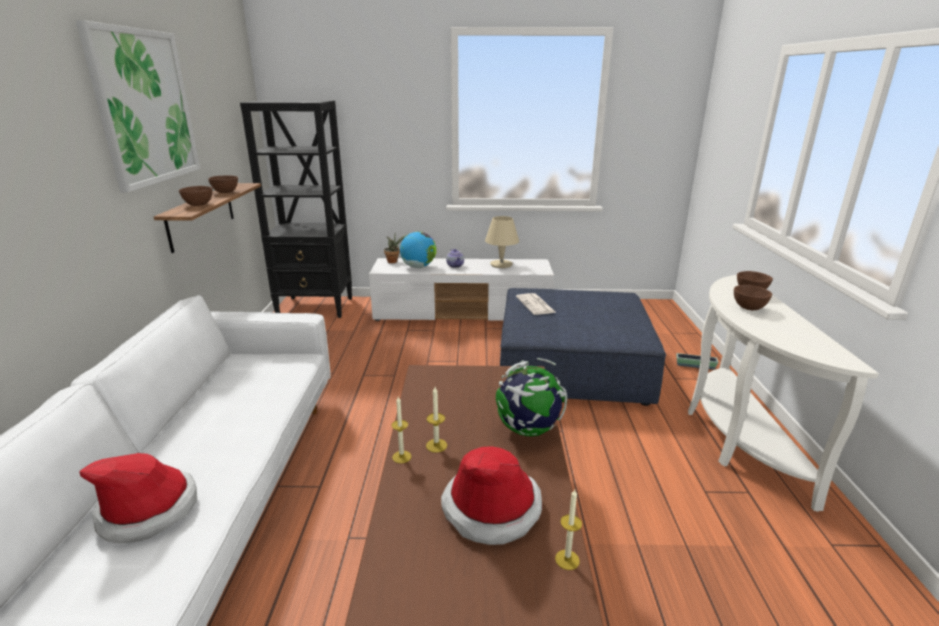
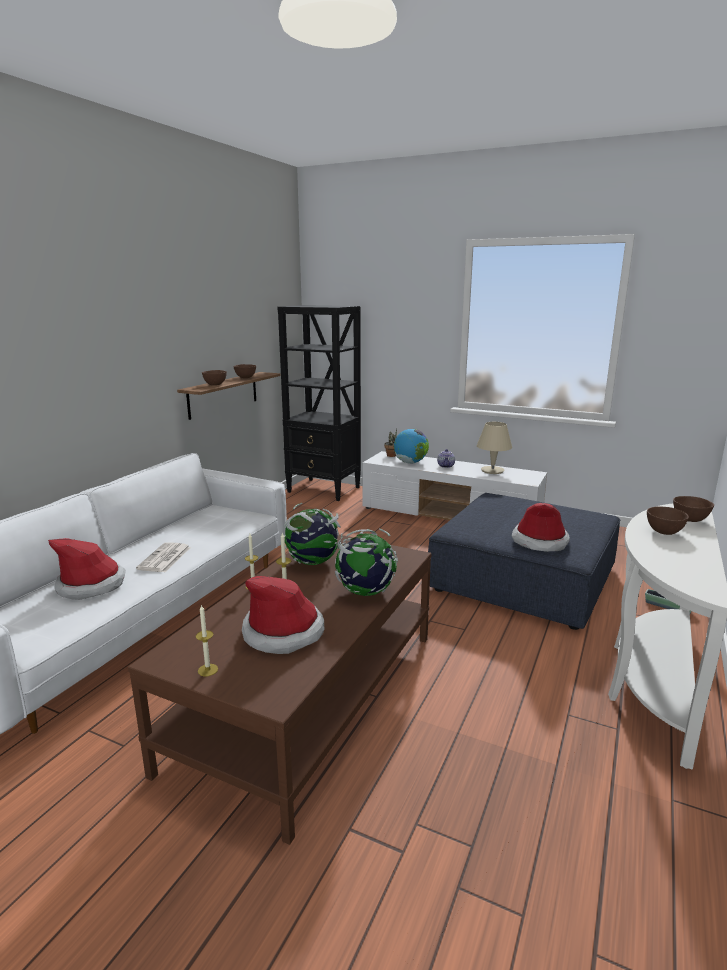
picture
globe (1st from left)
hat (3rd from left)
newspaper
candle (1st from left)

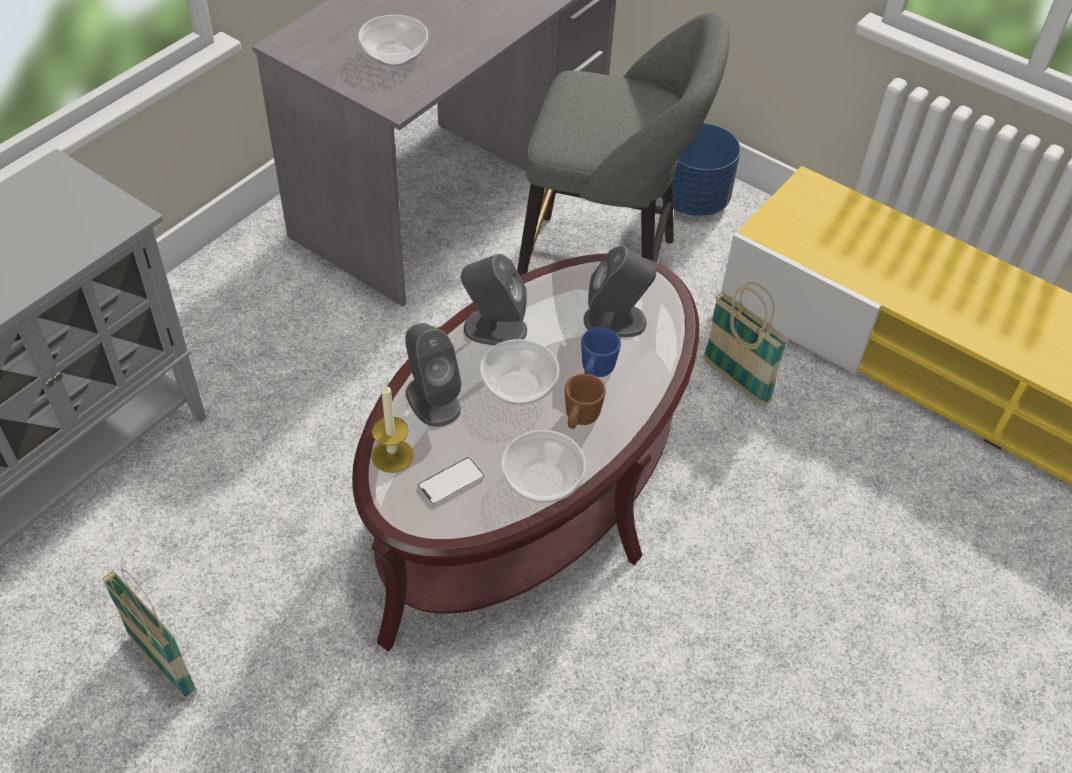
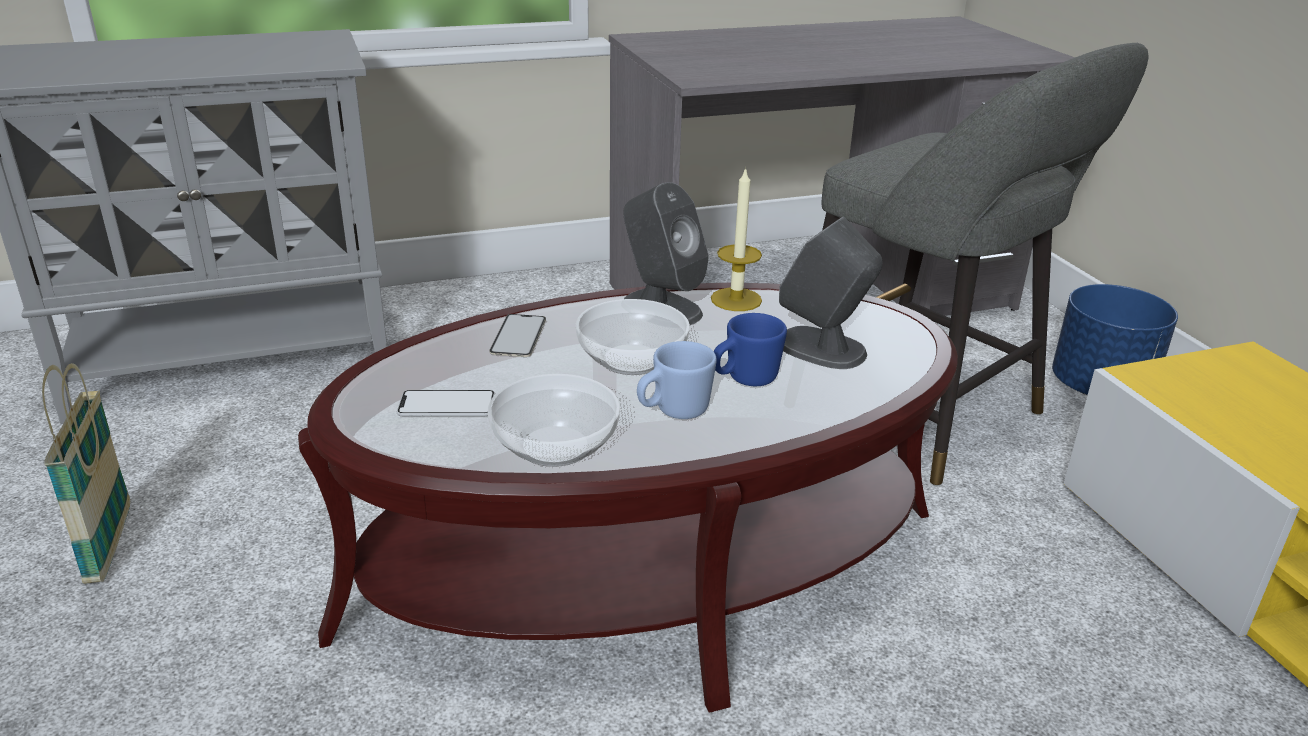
bowl (1st from left in the first image)
basket (2nd from left in the first image)
candle
phone (2nd from left)
mug in blue (1st from left)

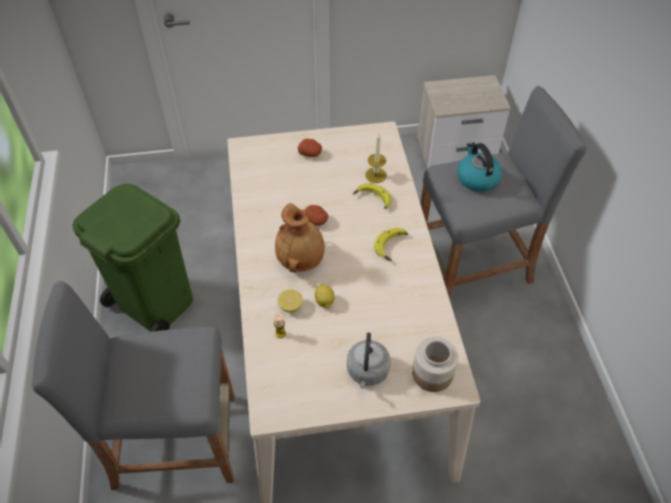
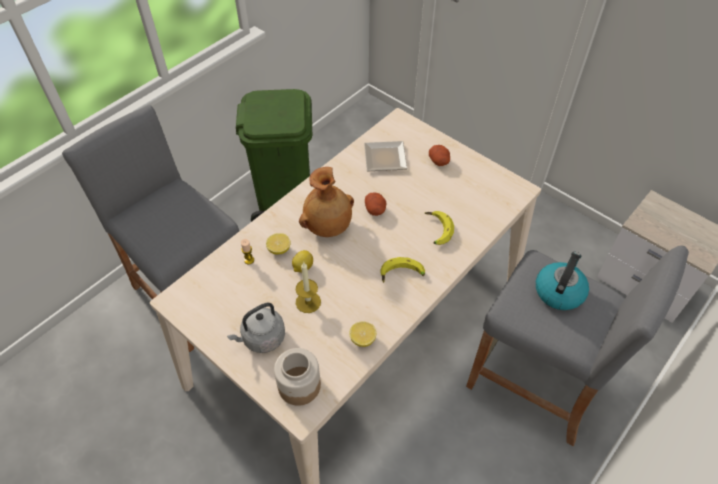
lemon (3rd from left)
plate
candle (2nd from left)

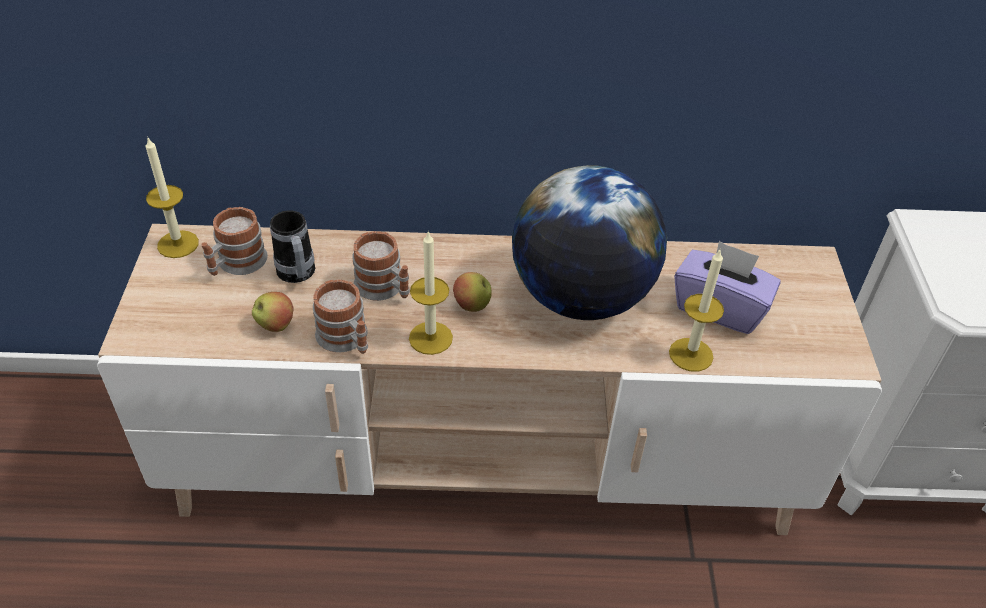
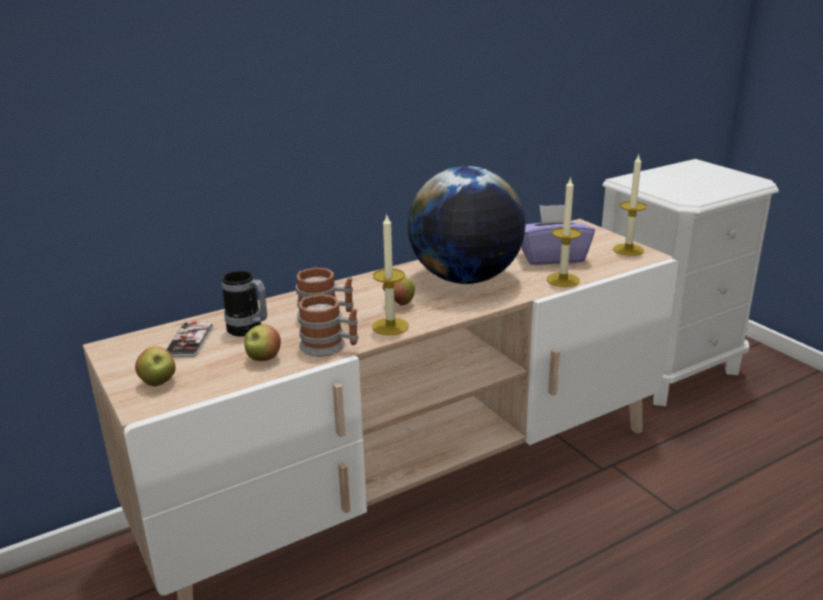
apple (1st from left)
candle (3rd from left)
phone

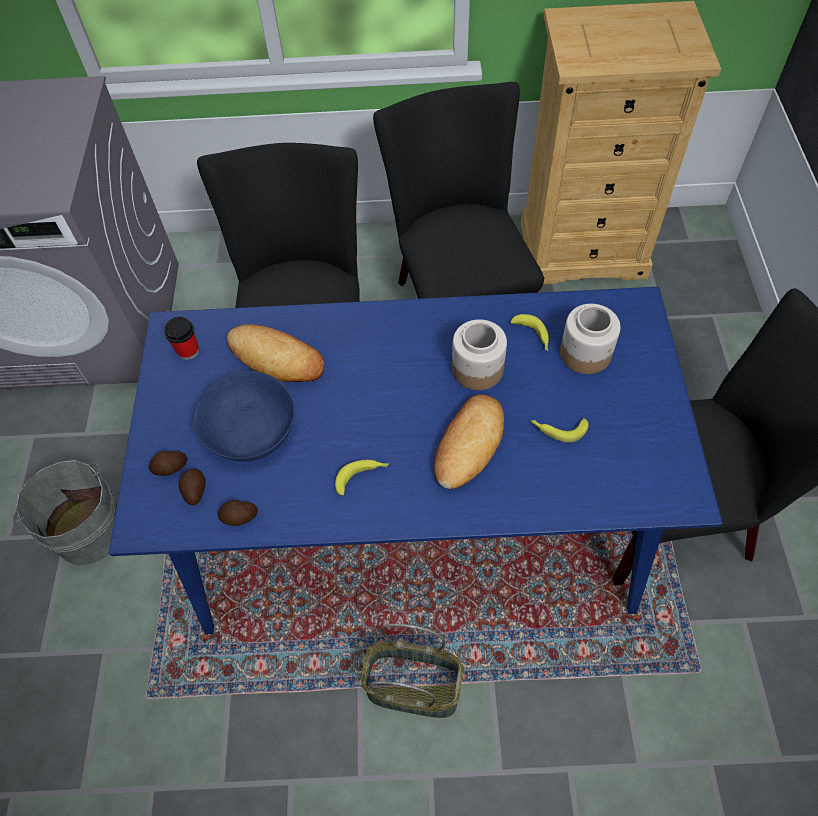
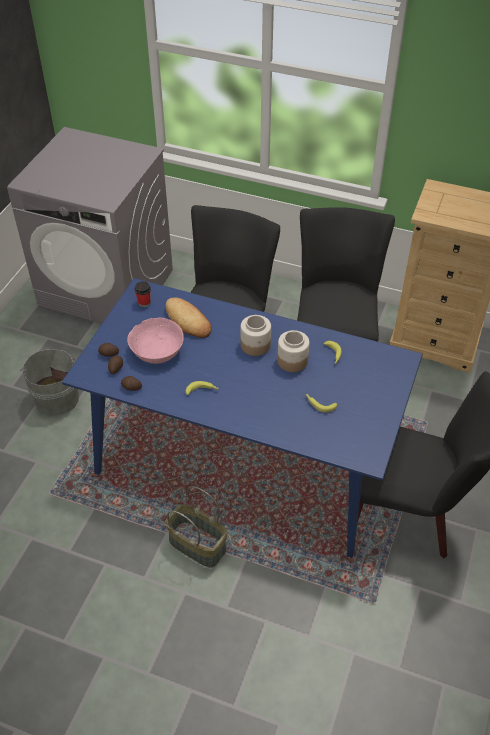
bread (2nd from left in the first image)
jar (1st from left)
bowl in pink

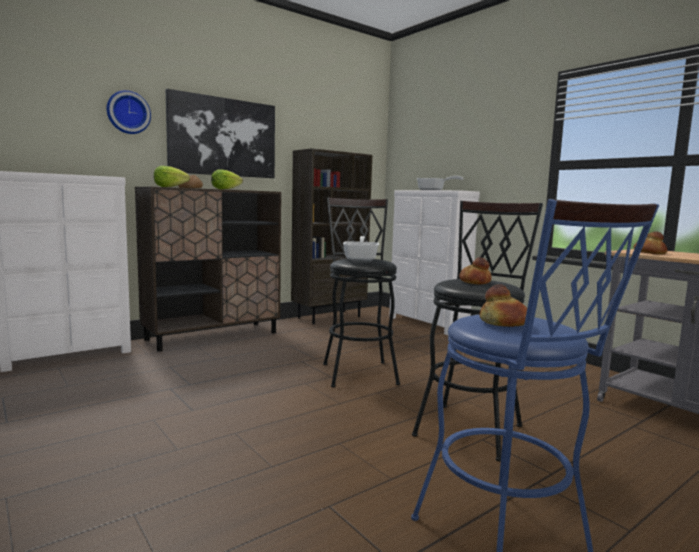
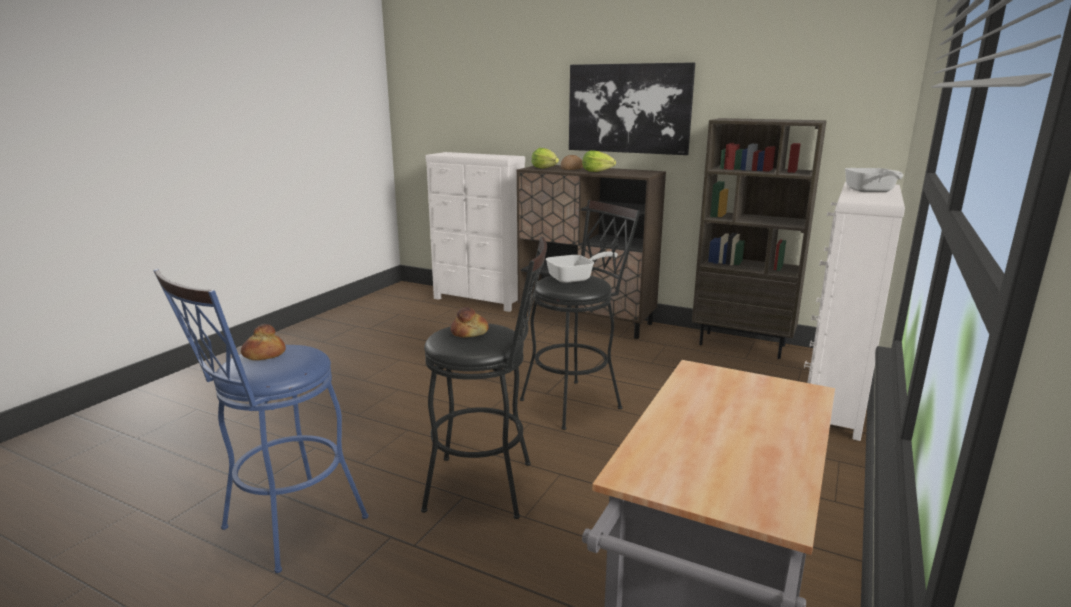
wall clock
bread (4th from left in the first image)

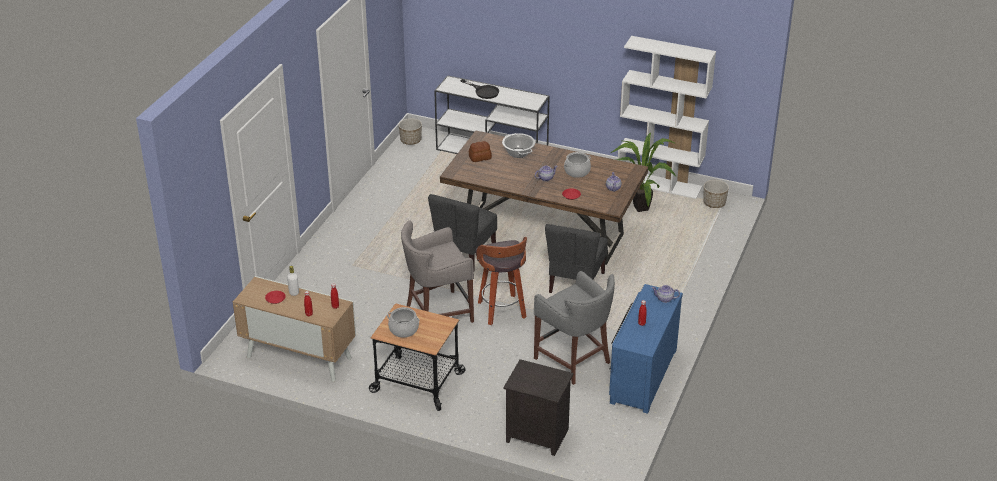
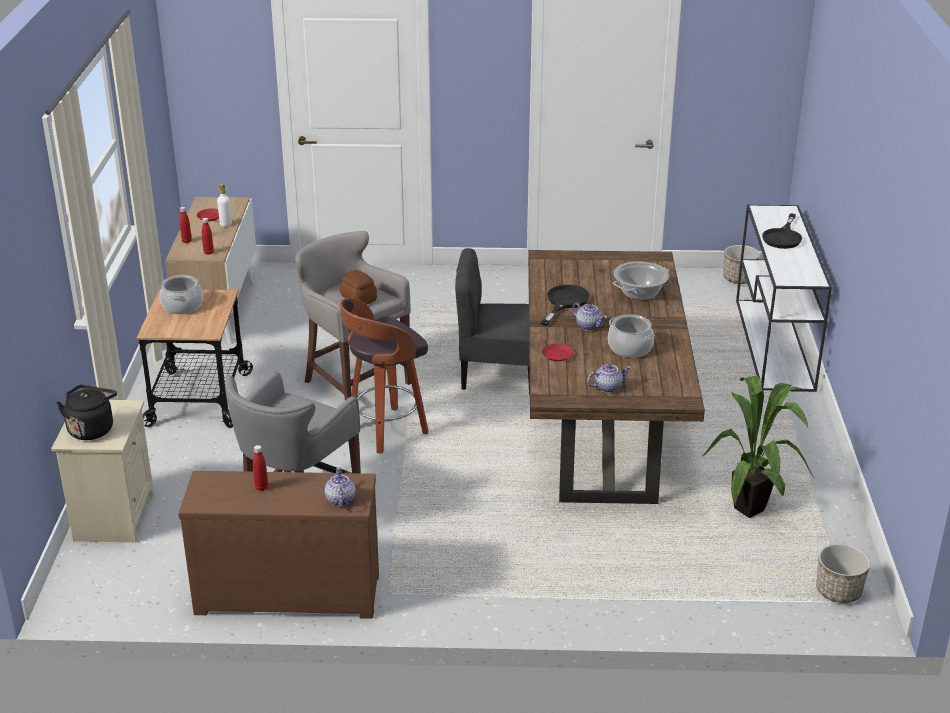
chair in grey (2nd from left in the first image)
bookcase in white
kettle in black
frying pan in black (1st from left)
bread
nightstand in beige
dresser in brown

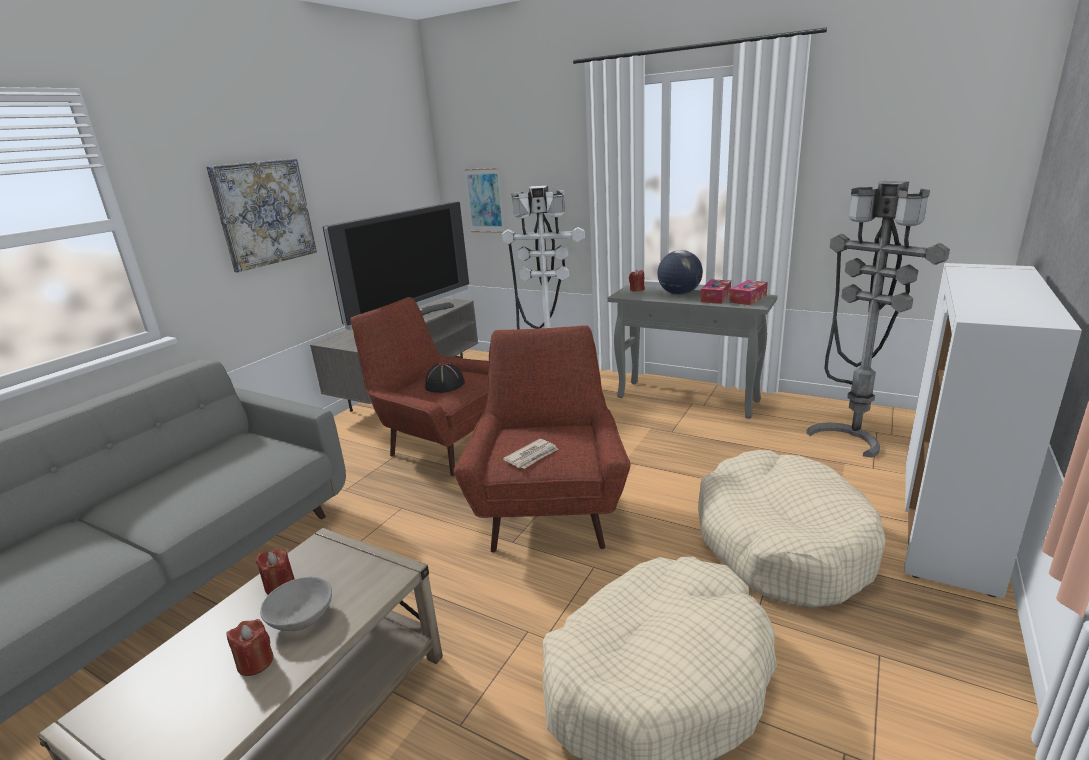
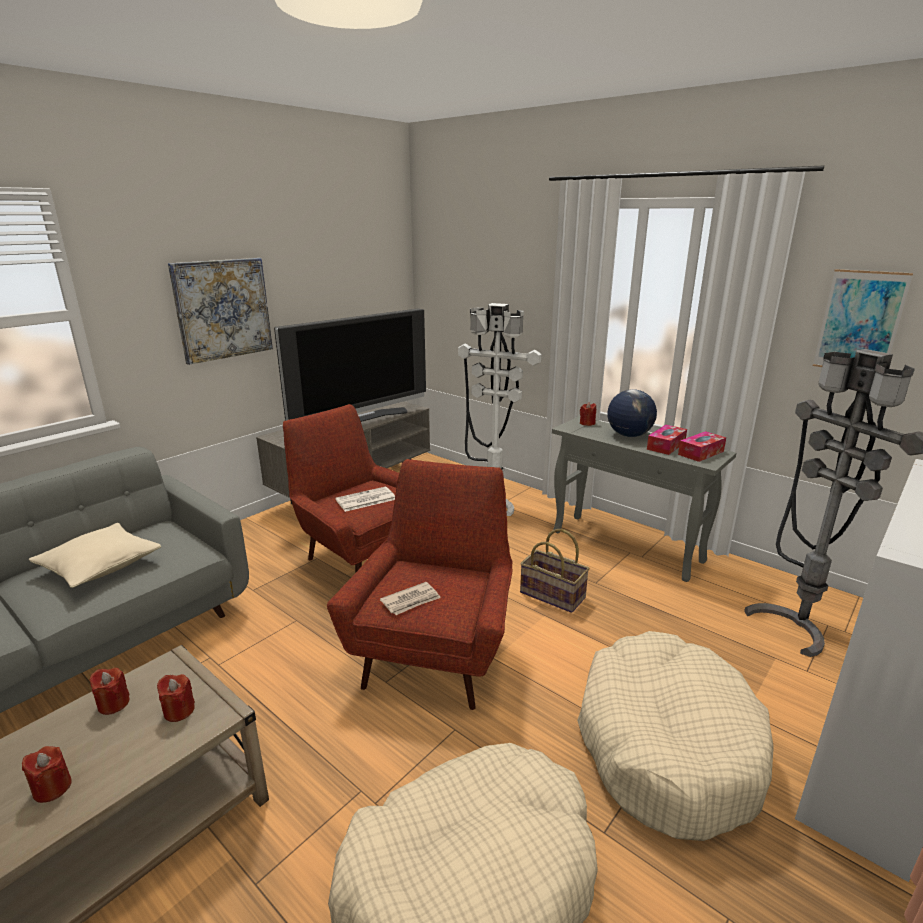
bowl in grey
pillow in beige
candle in red (3rd from left)
basket
picture (2nd from left)
newspaper (1st from left)

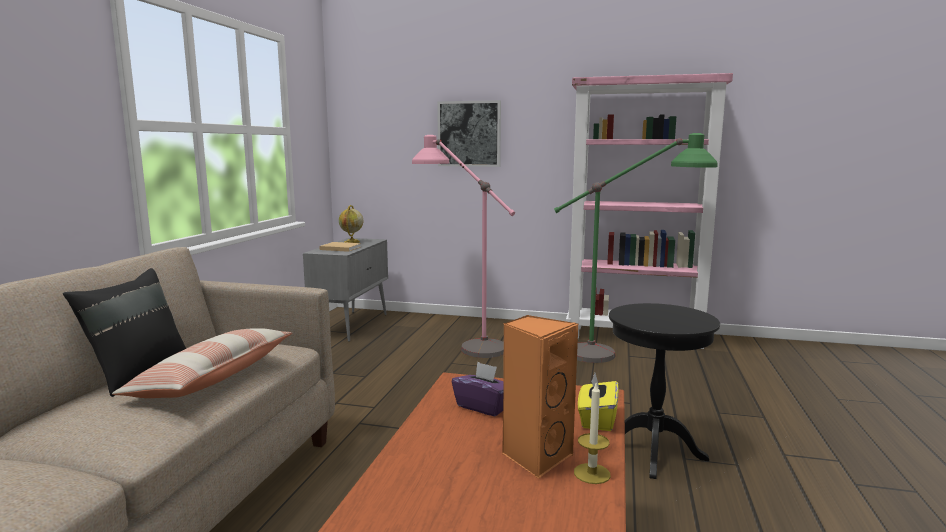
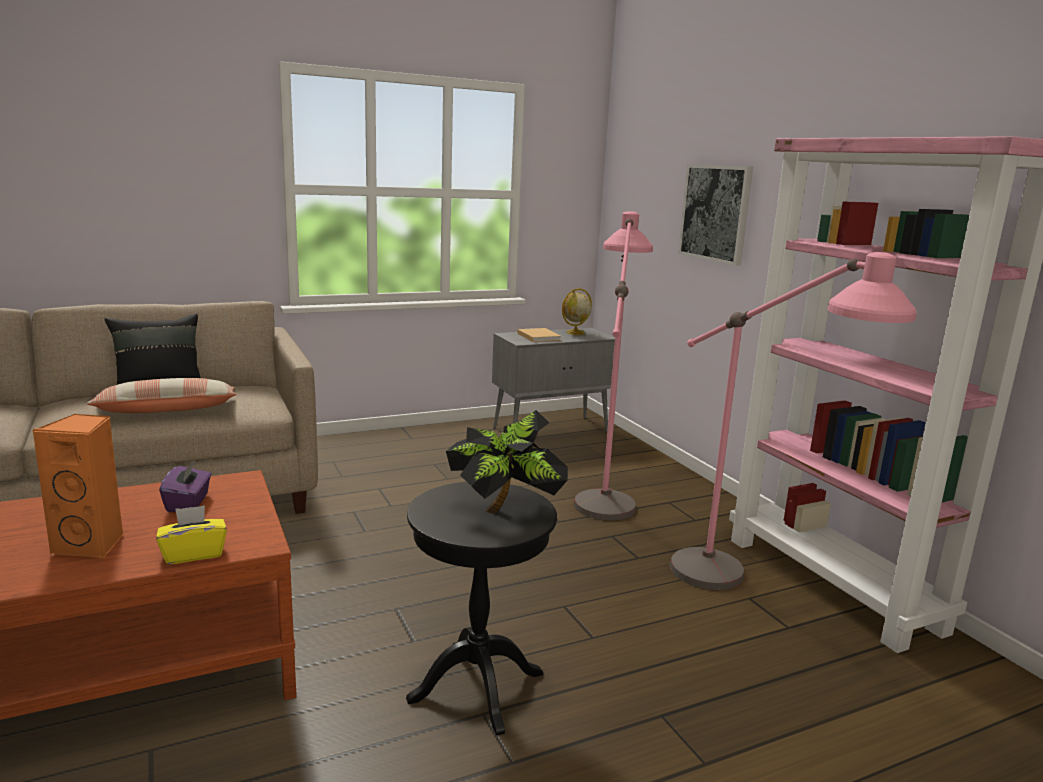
candle
potted plant
floor lamp in pink (2nd from left)

